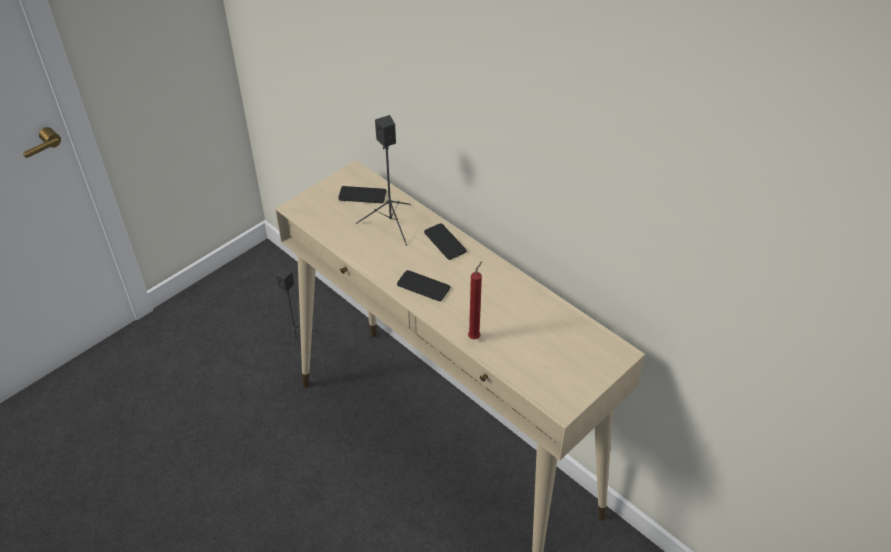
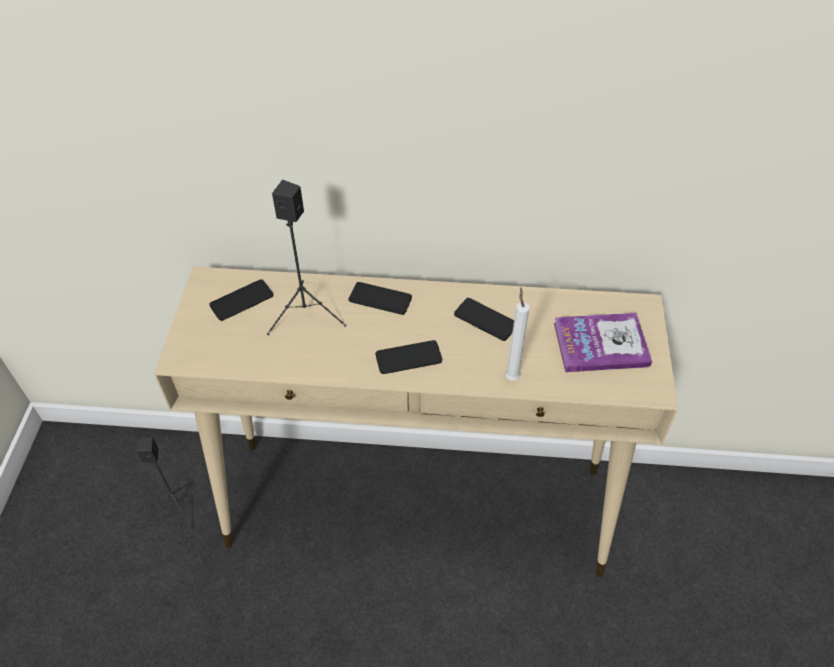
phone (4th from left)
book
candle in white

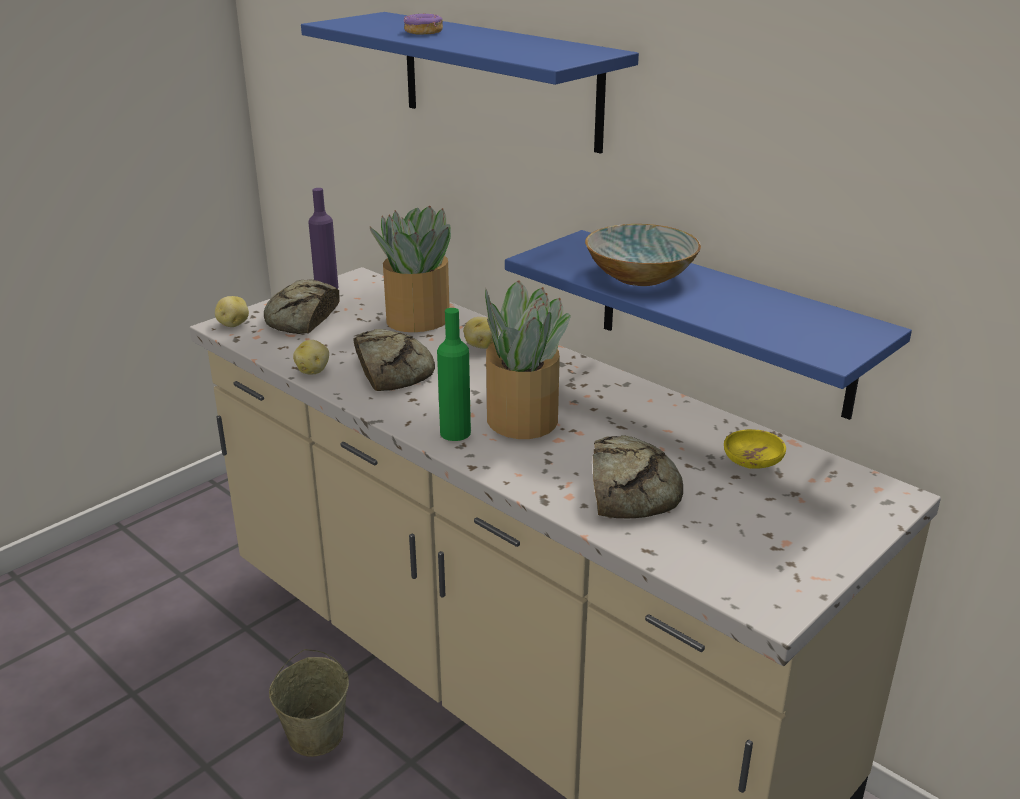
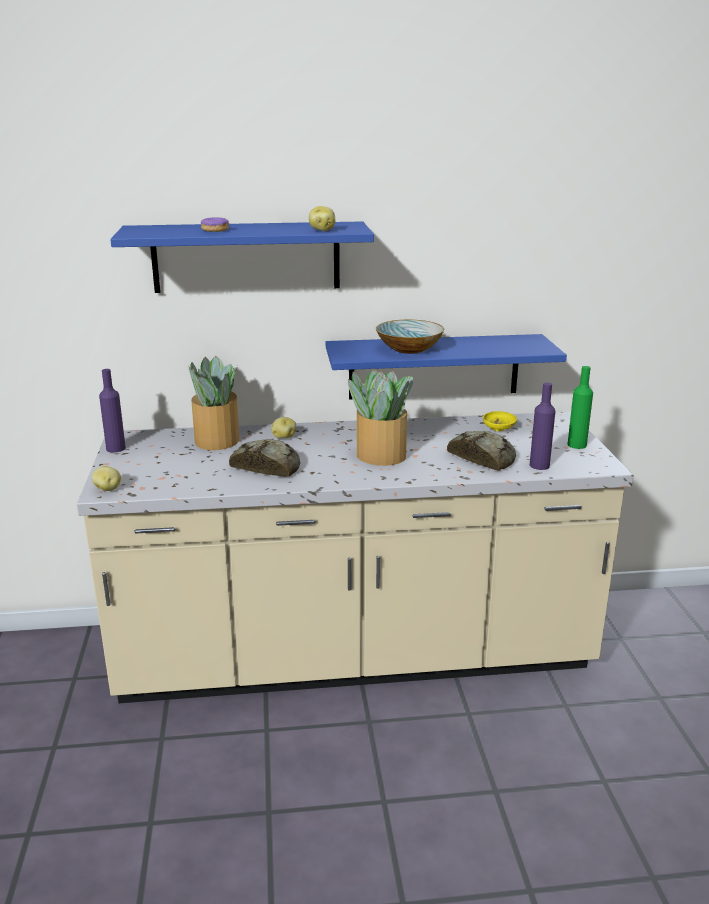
bread (1st from left in the first image)
bucket in beige
bottle in purple (2nd from left)
potato (3rd from left)
bottle in green

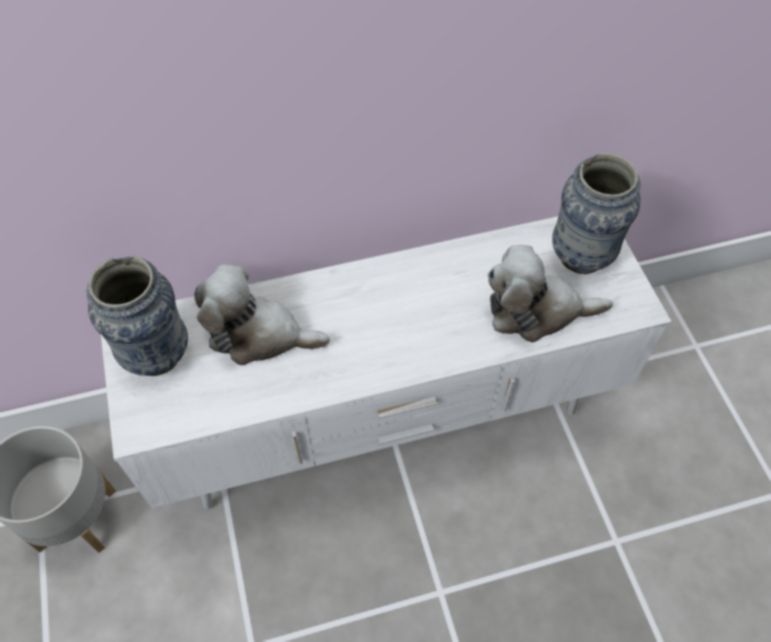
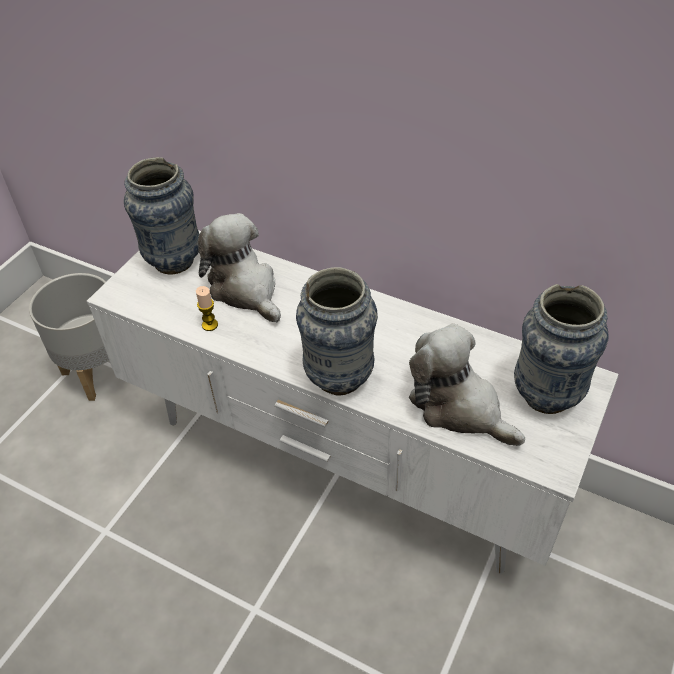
candle
vase (2nd from left)

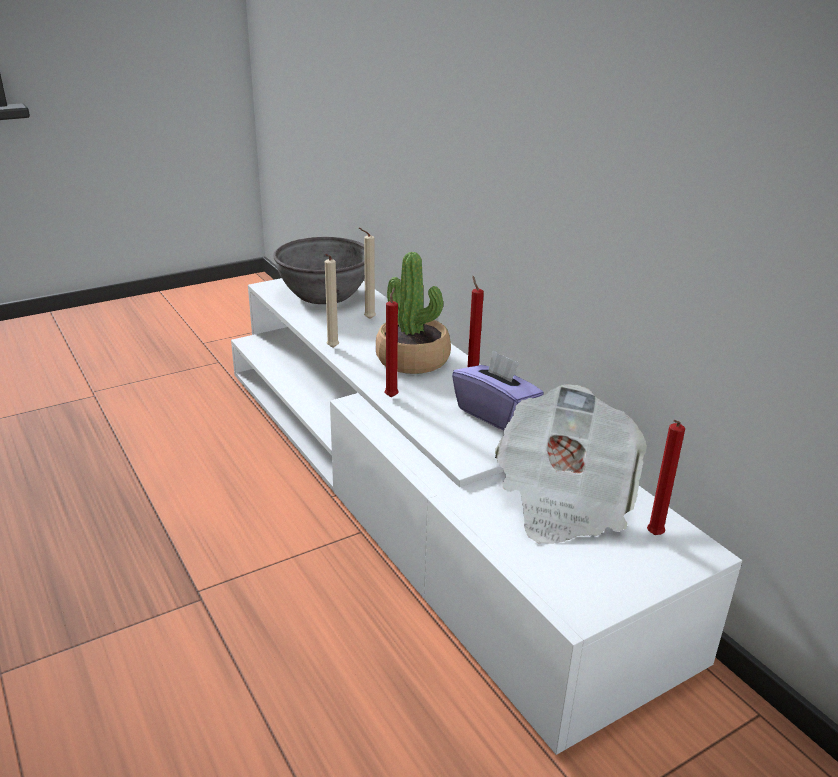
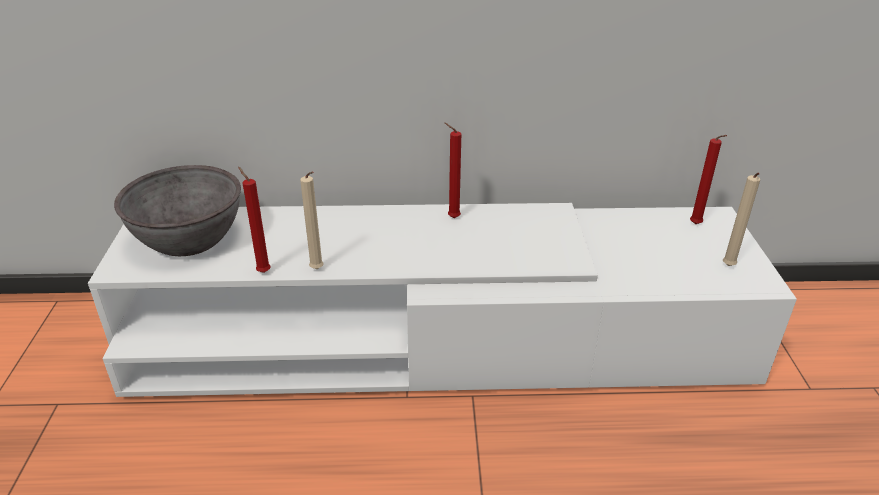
potted plant
tissue box in purple
newspaper
candle in beige (2nd from left)
candle in red (1st from left)

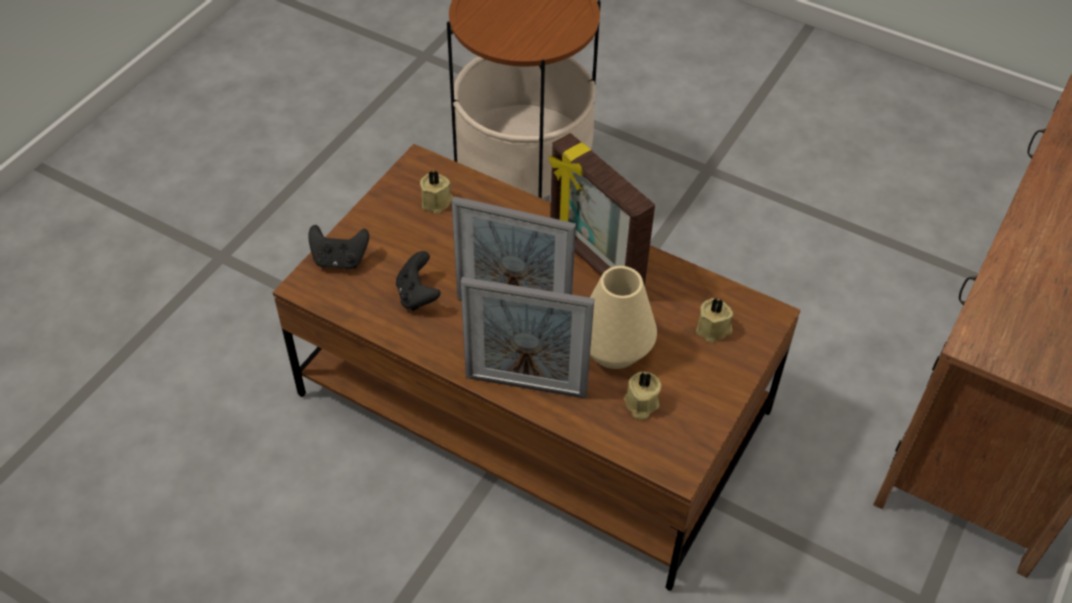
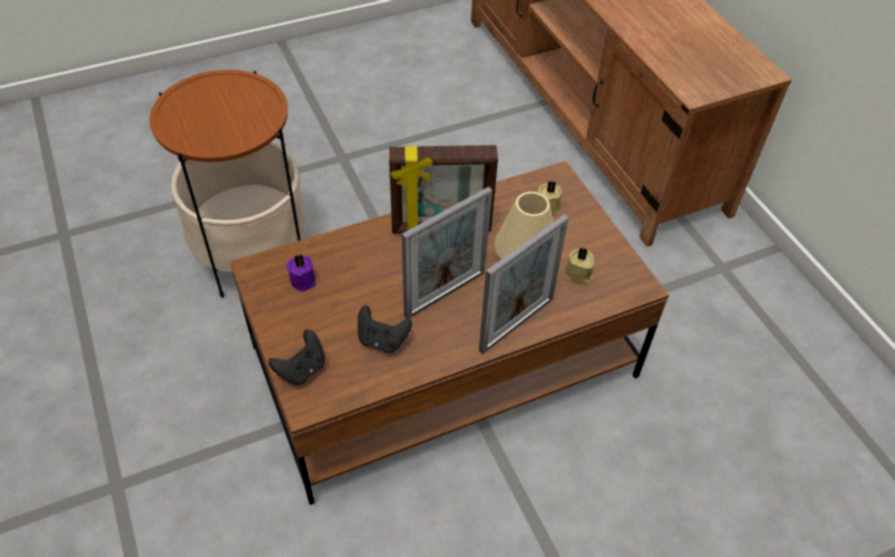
candle in purple

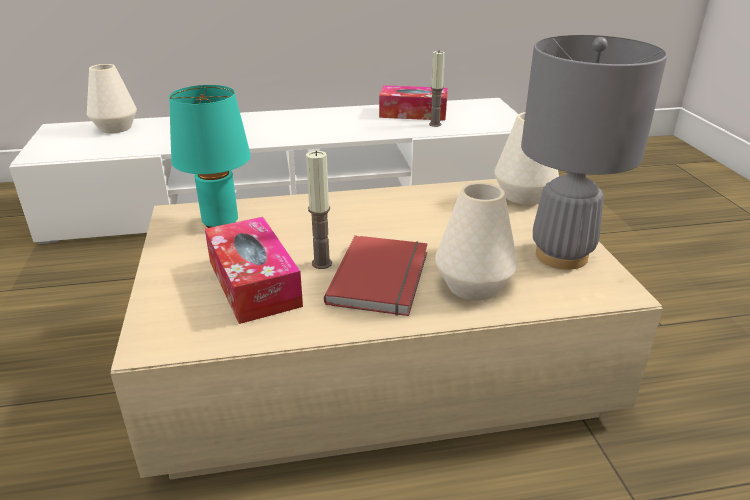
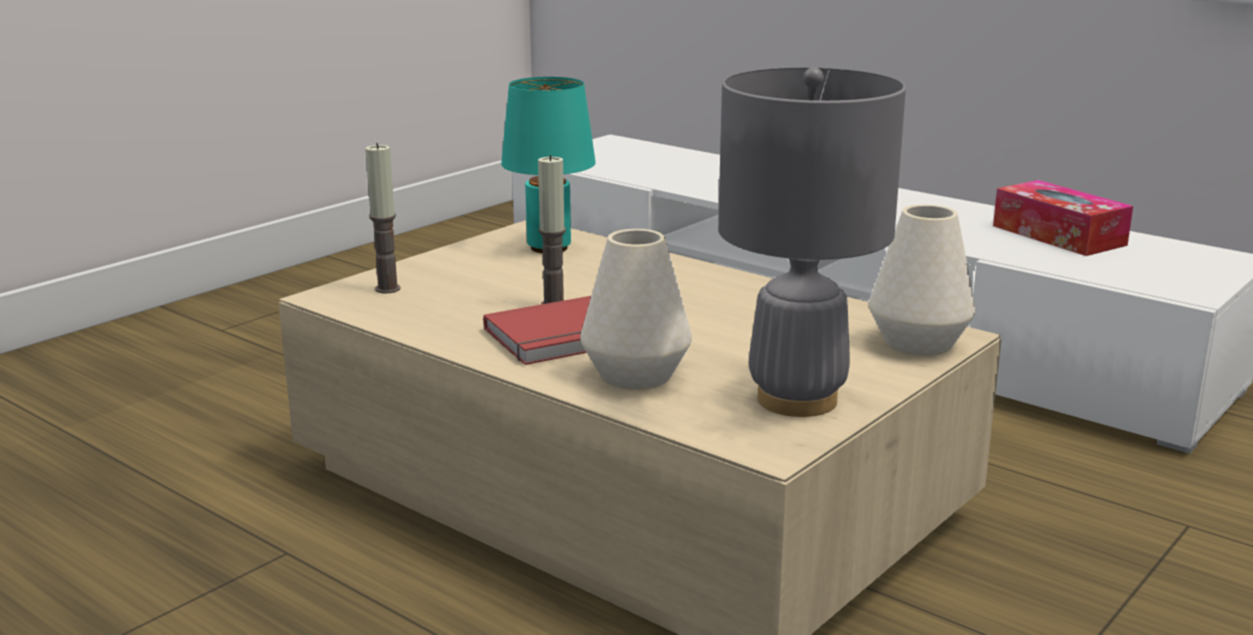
vase in white (1st from left in the first image)
tissue box (1st from left in the first image)
candle (1st from left)

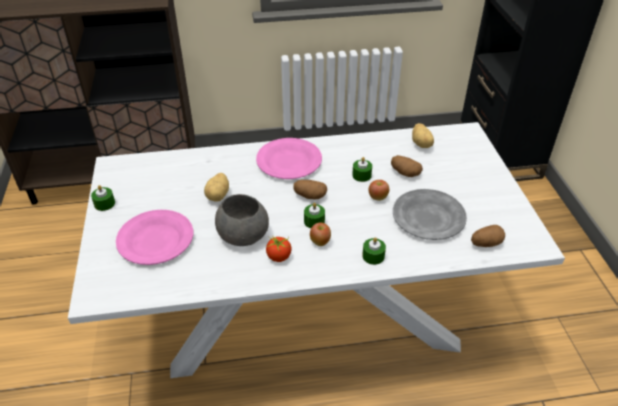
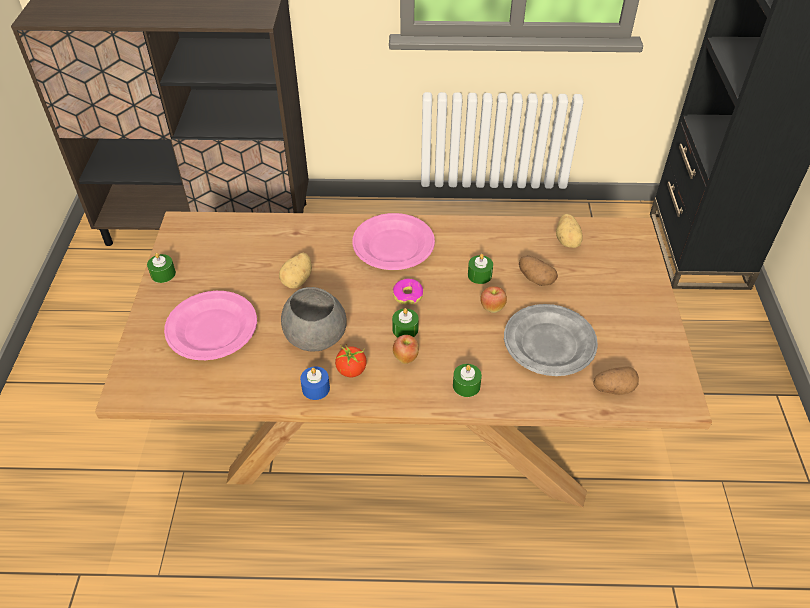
candle in blue
donut
dining table in brown

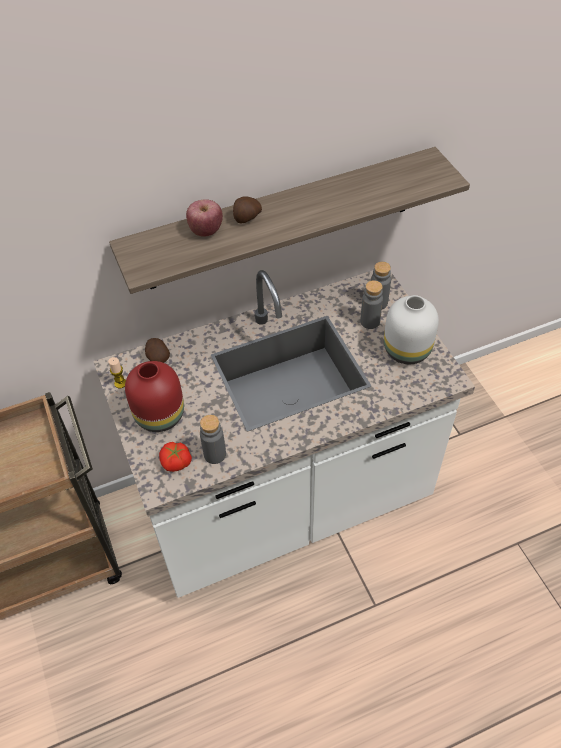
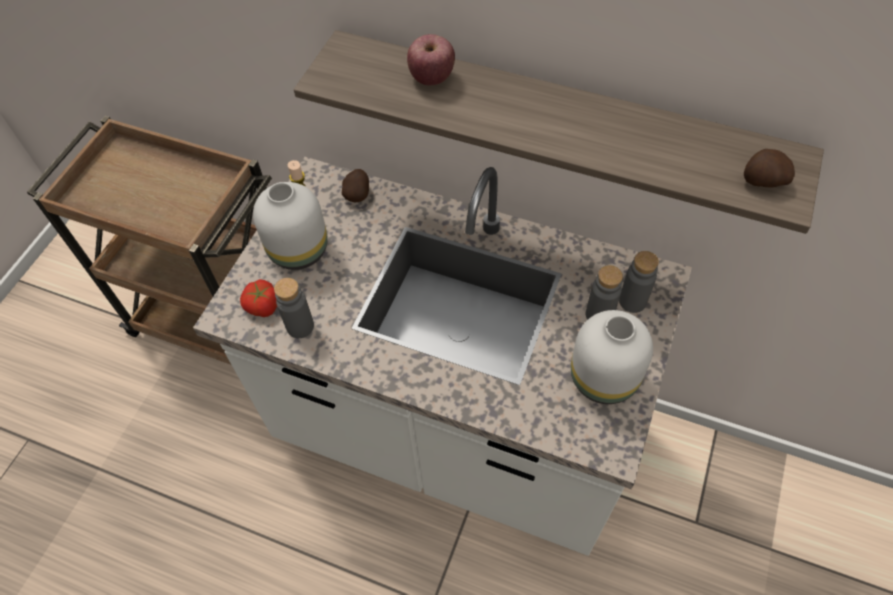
potato (2nd from left)
vase in white (1st from left)

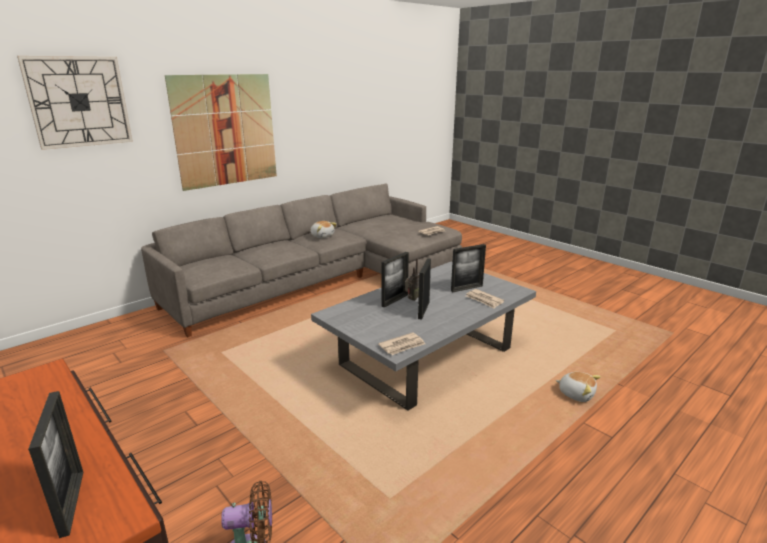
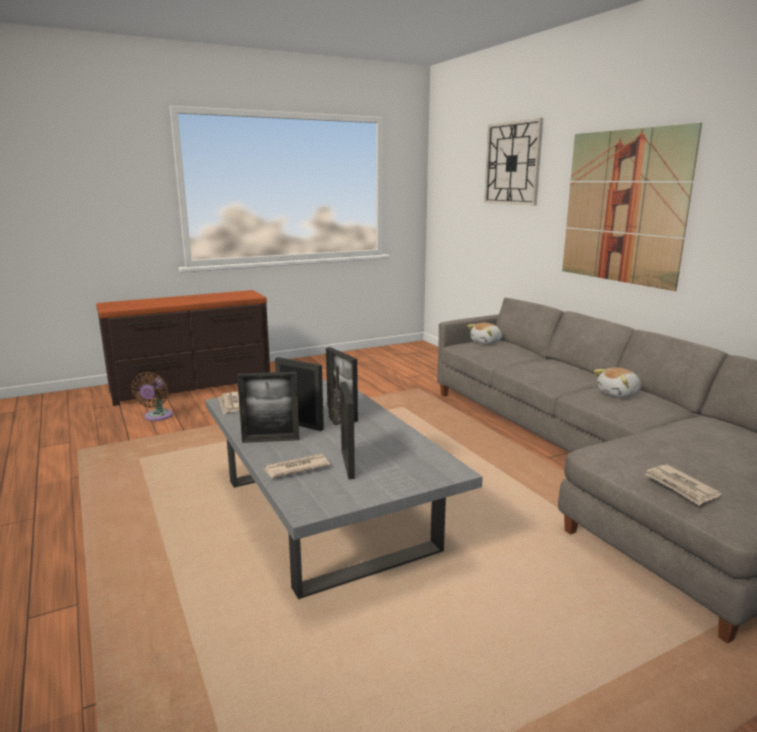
picture frame (1st from left)
plush toy (1st from left)

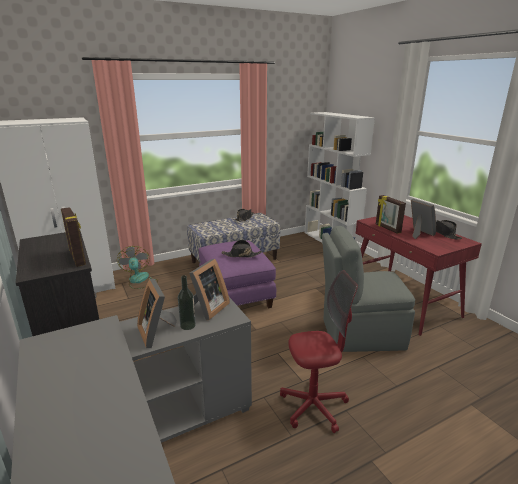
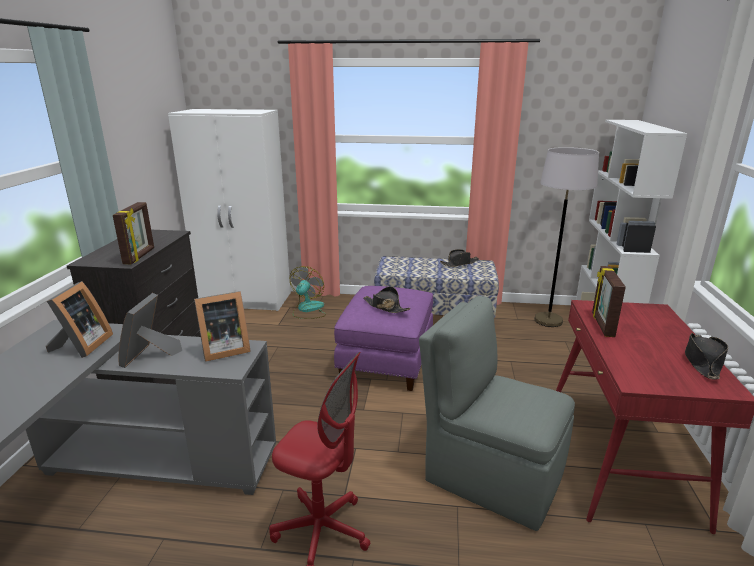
bottle
floor lamp in grey
picture frame (1st from left)

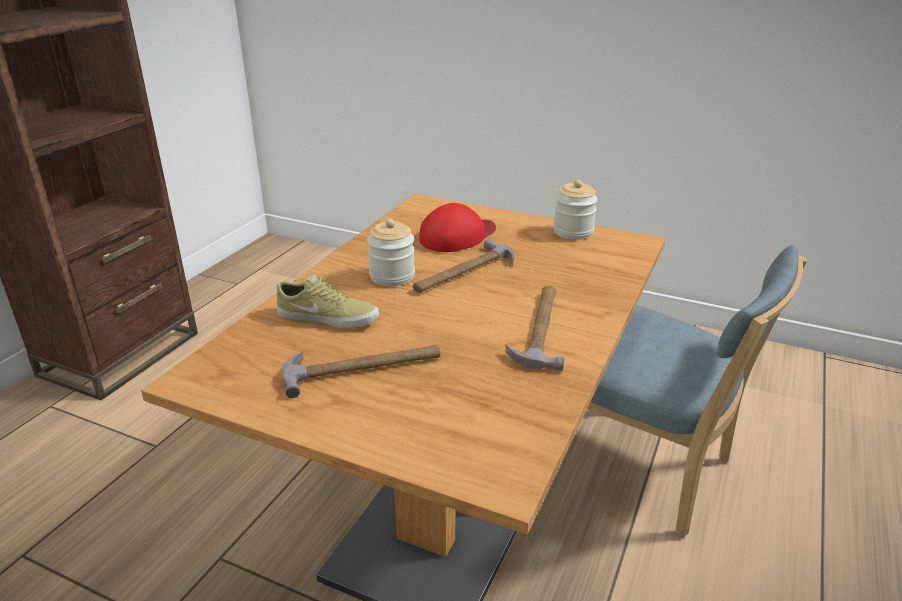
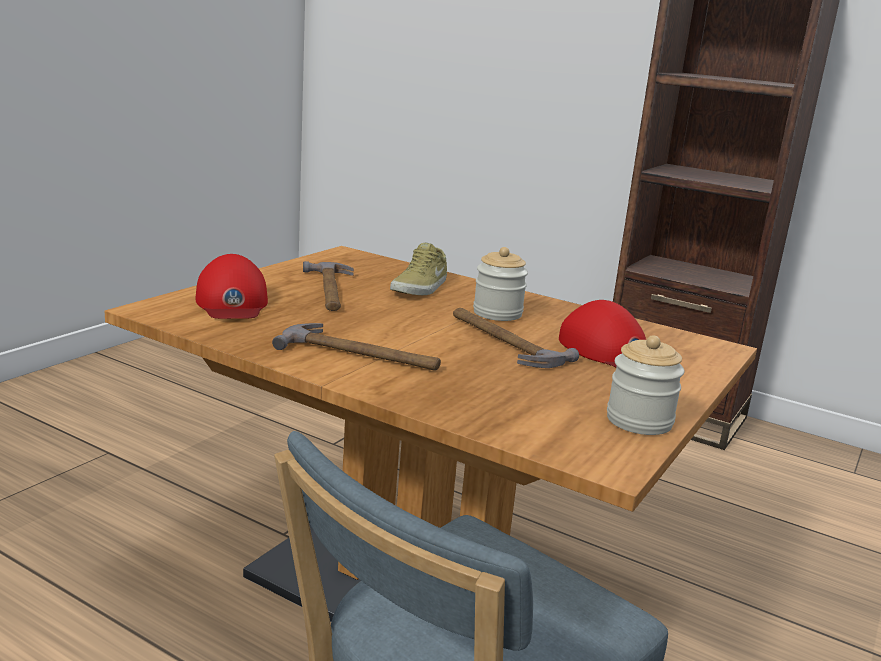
cap in red (1st from left)

